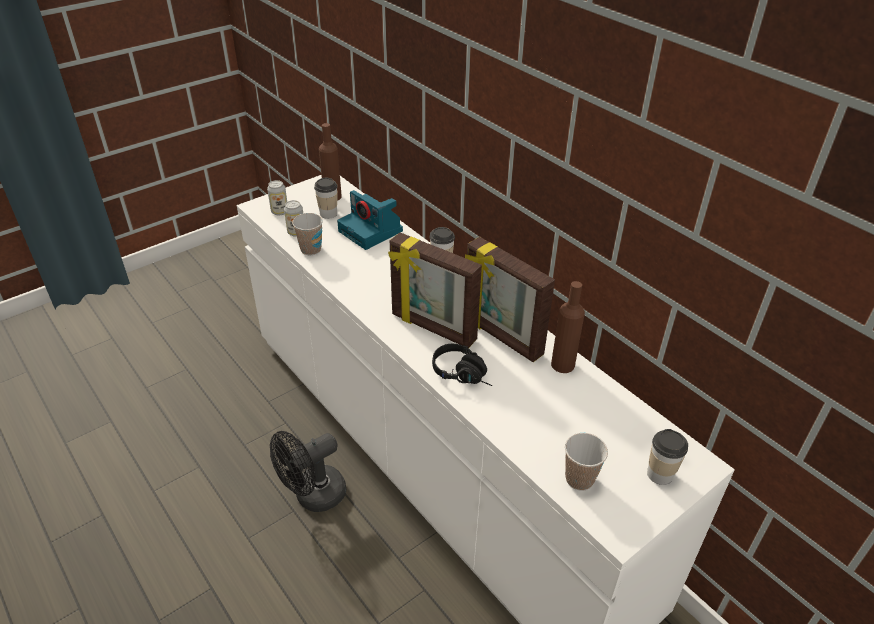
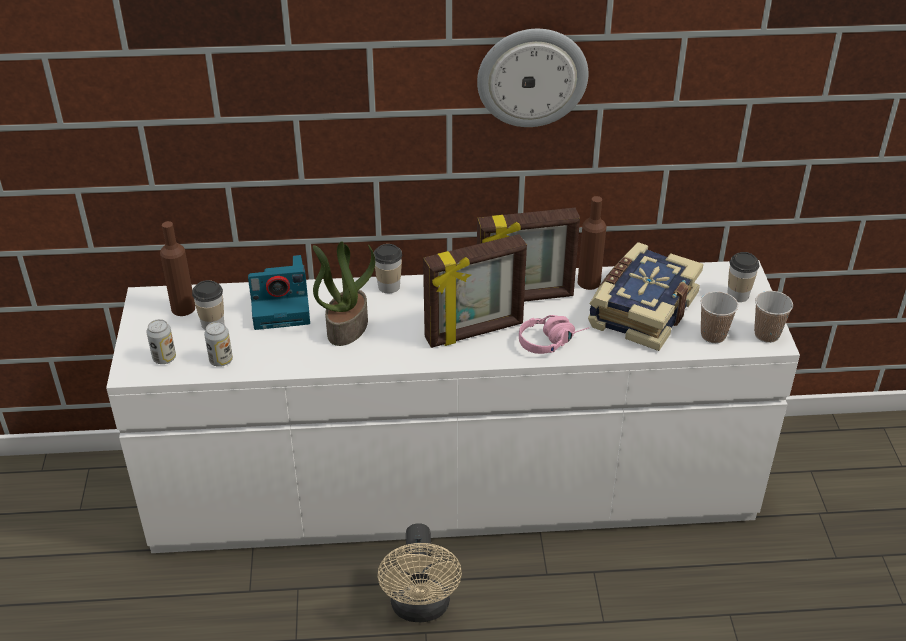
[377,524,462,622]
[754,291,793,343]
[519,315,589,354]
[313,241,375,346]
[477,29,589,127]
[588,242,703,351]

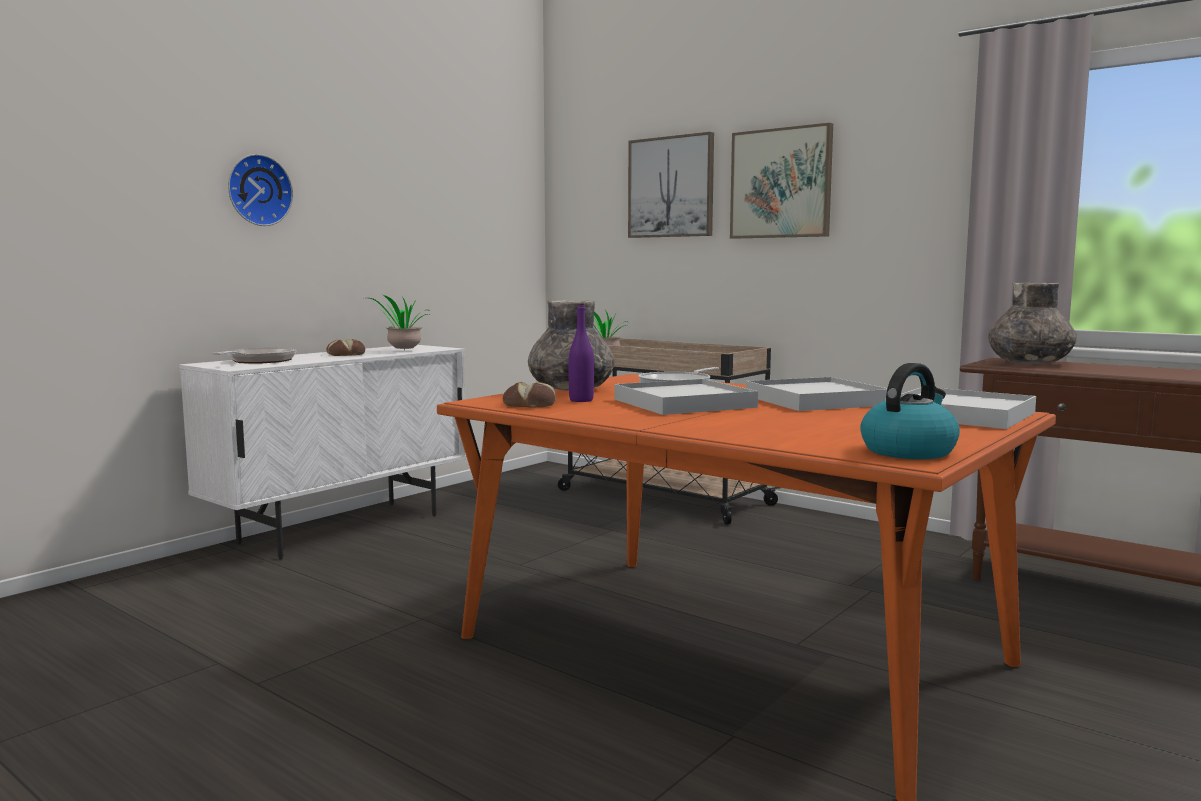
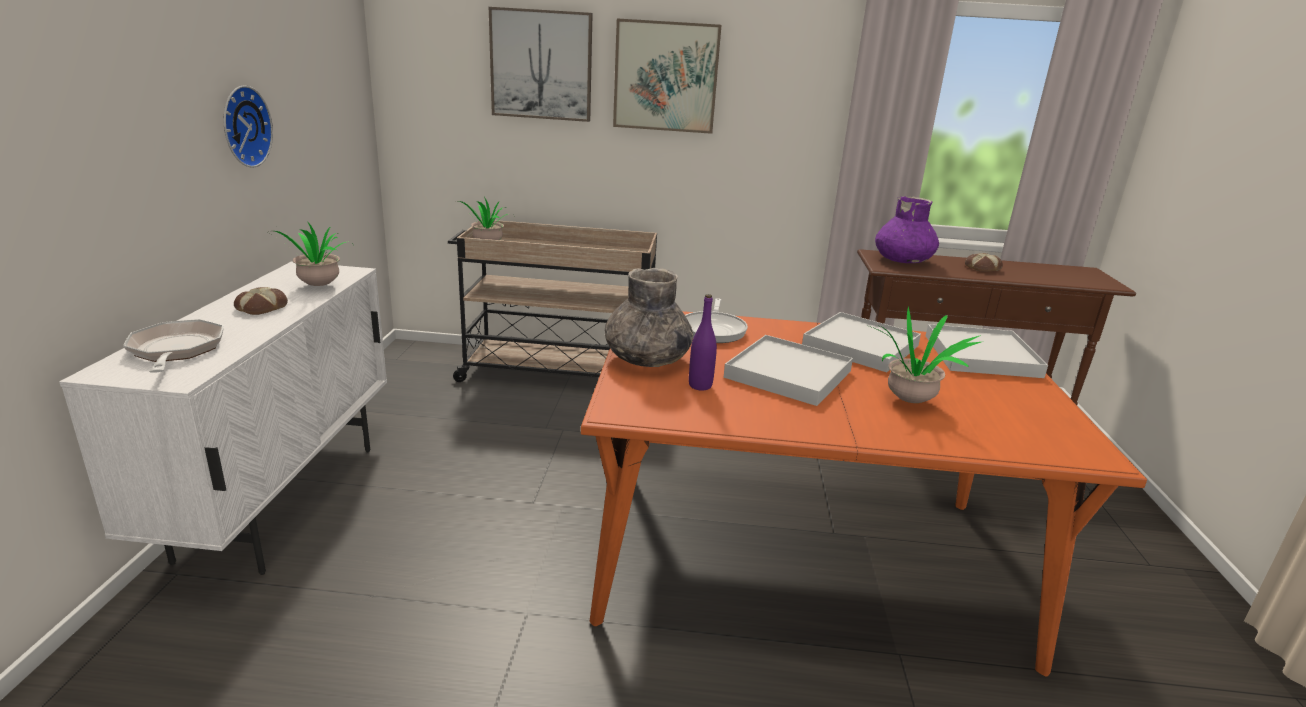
[224,85,273,168]
[965,253,1003,272]
[860,363,960,459] (first image)
[875,196,939,263]
[869,306,981,403]

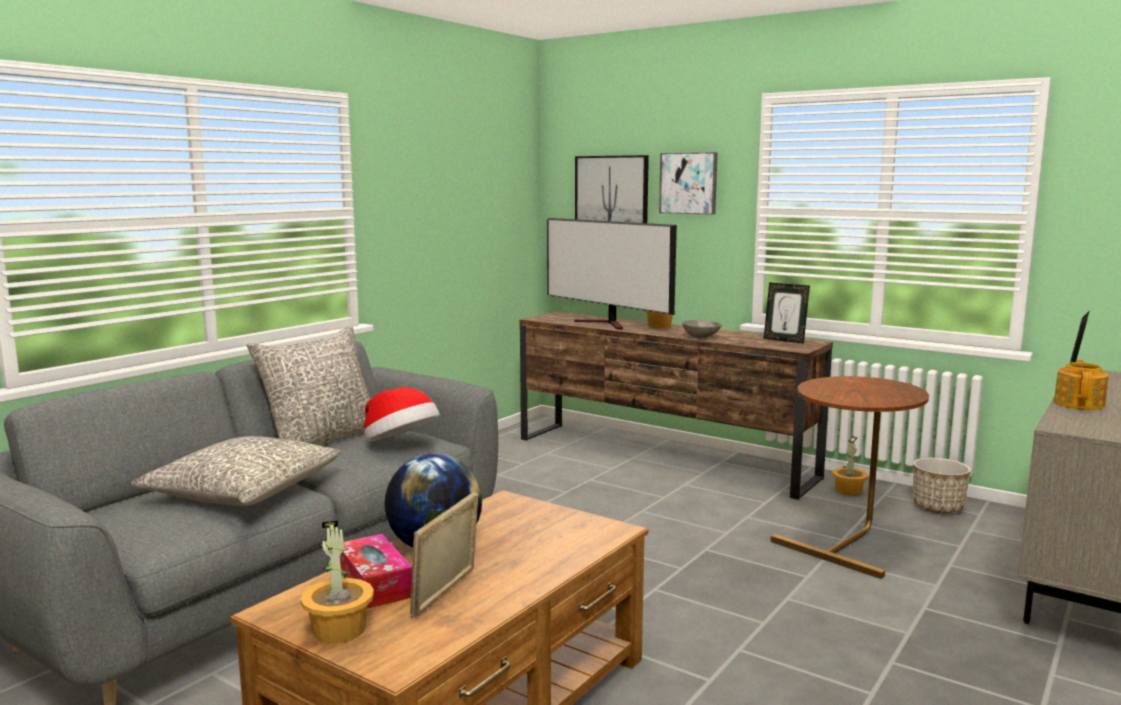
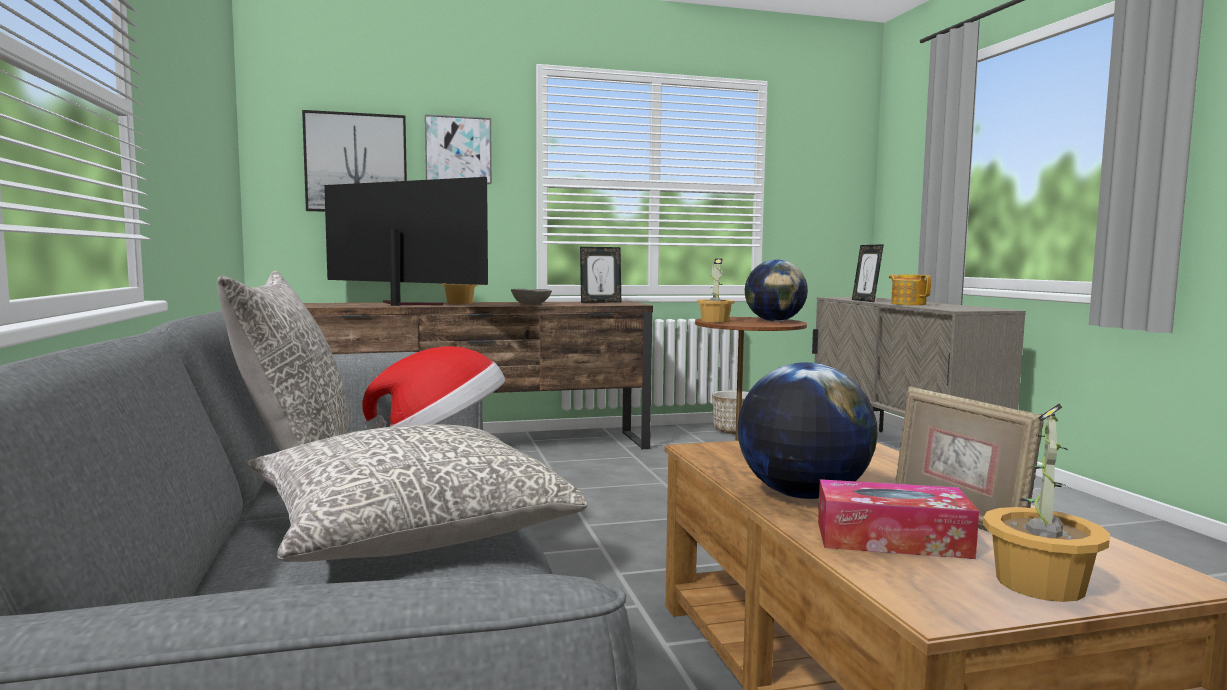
[324,177,488,306]
[697,258,735,322]
[745,259,808,321]

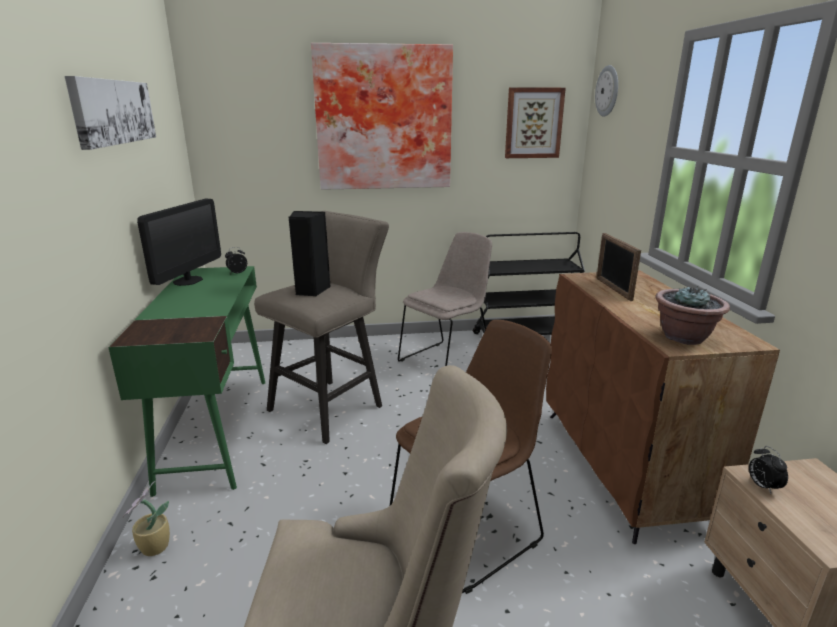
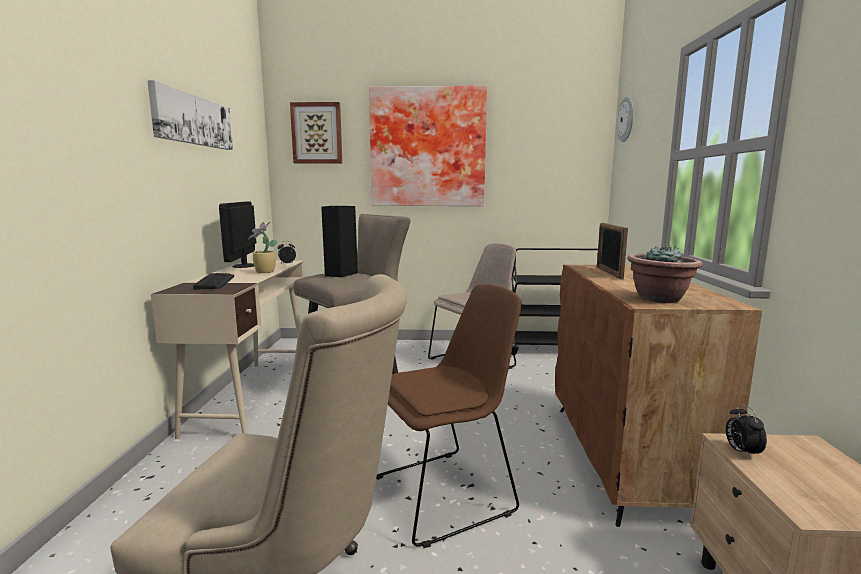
[151,260,305,439]
[248,221,278,273]
[219,201,256,268]
[290,102,342,164]
[193,273,234,290]

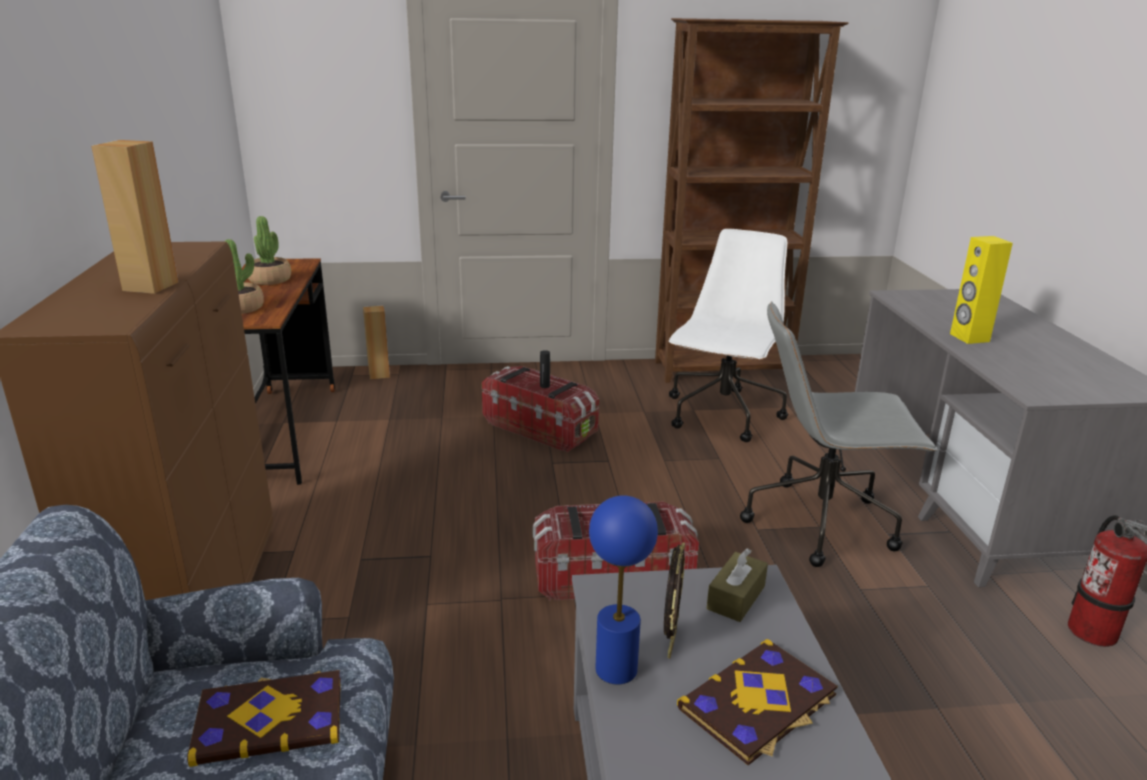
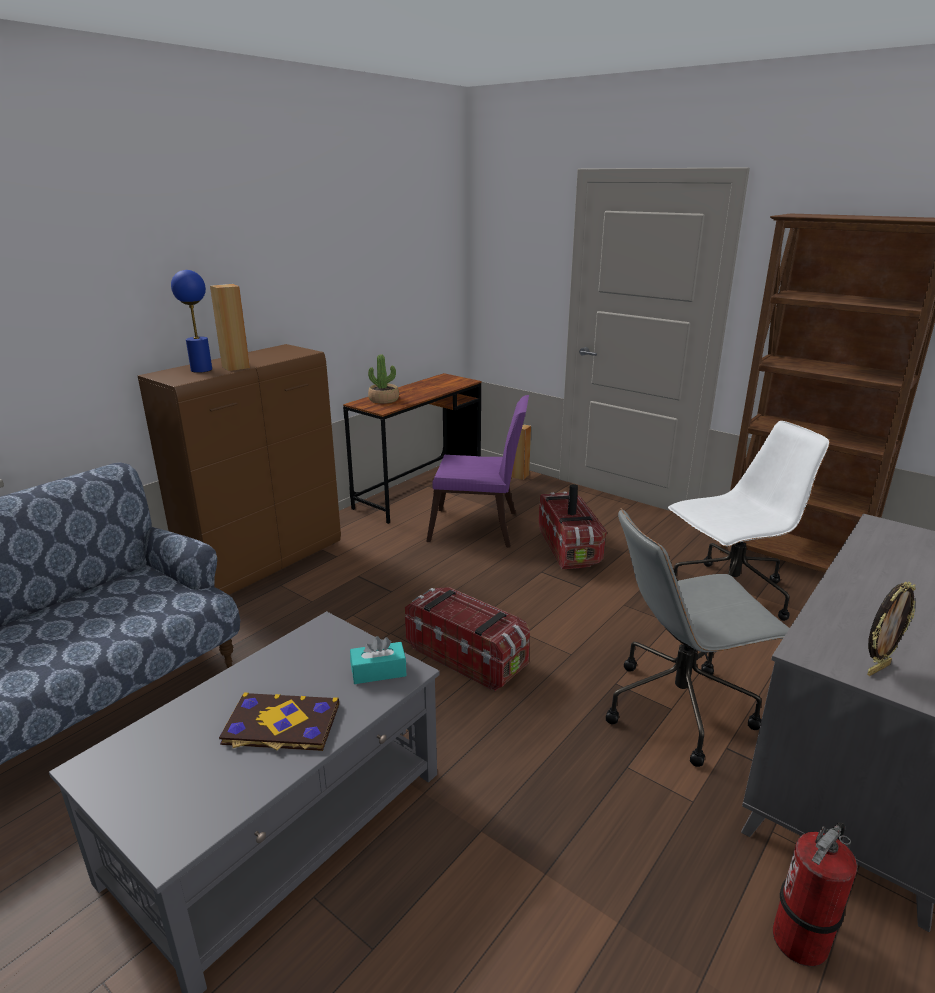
[187,670,341,767] (first image)
[248,216,291,285] (first image)
[171,270,212,373]
[867,582,916,676]
[350,636,407,684]
[606,508,790,767]
[950,236,1013,344] (first image)
[426,395,529,548]

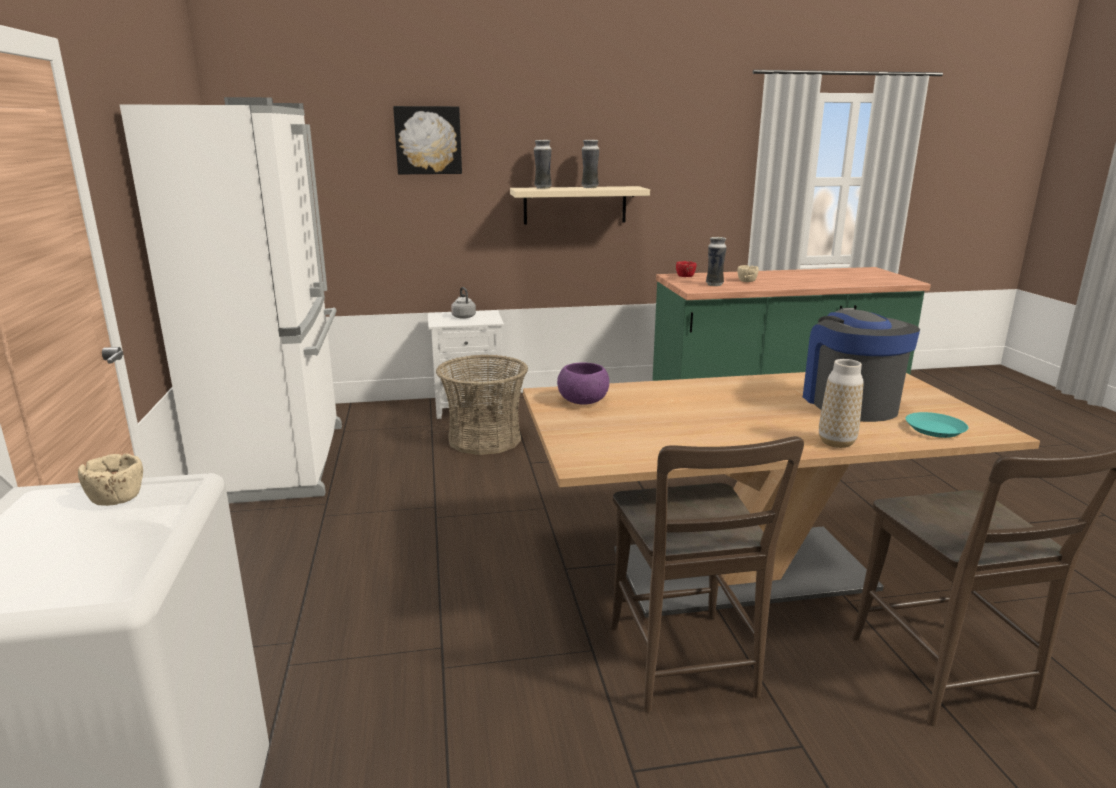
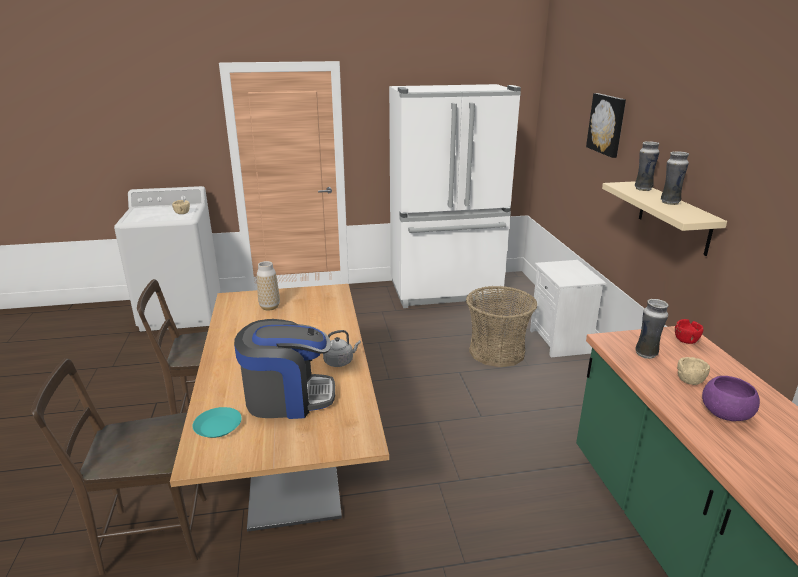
[323,330,361,367]
[702,376,760,421]
[257,261,280,311]

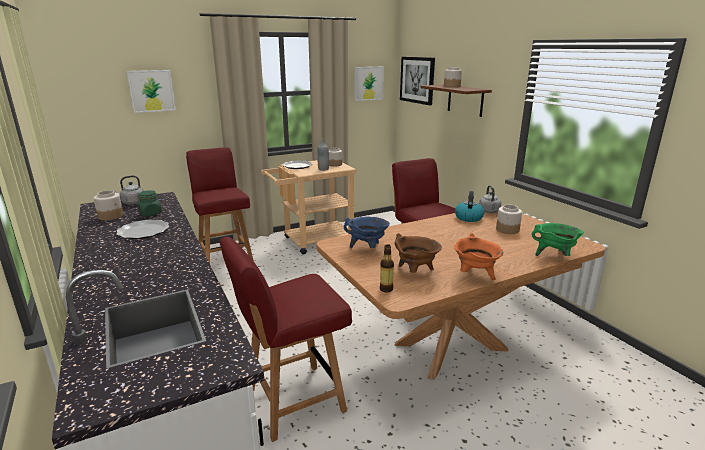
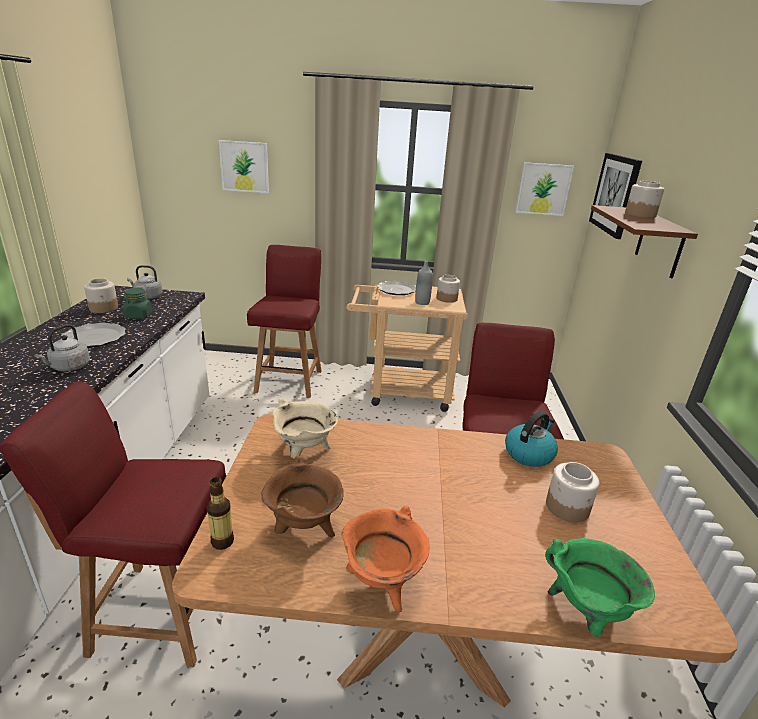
[272,398,338,458]
[35,324,90,371]

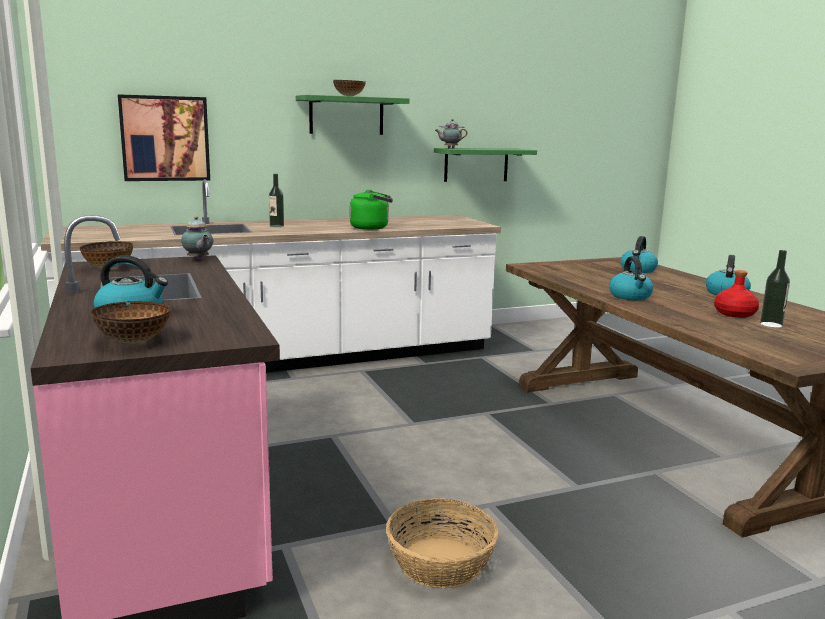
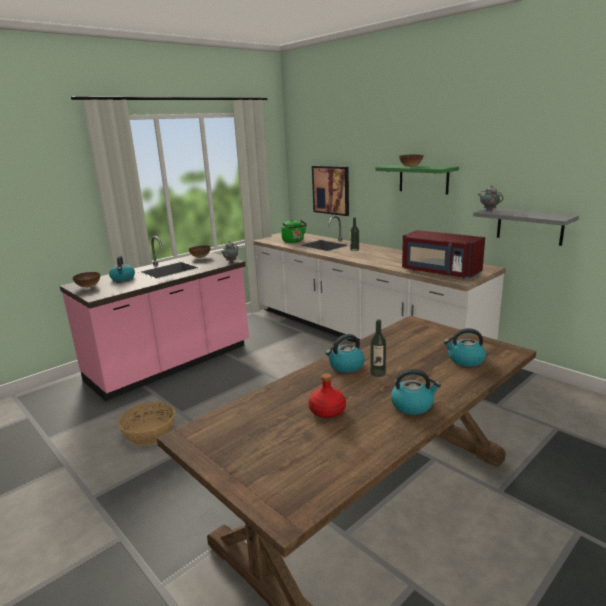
[281,220,307,243]
[473,208,579,246]
[370,319,387,377]
[402,230,485,279]

